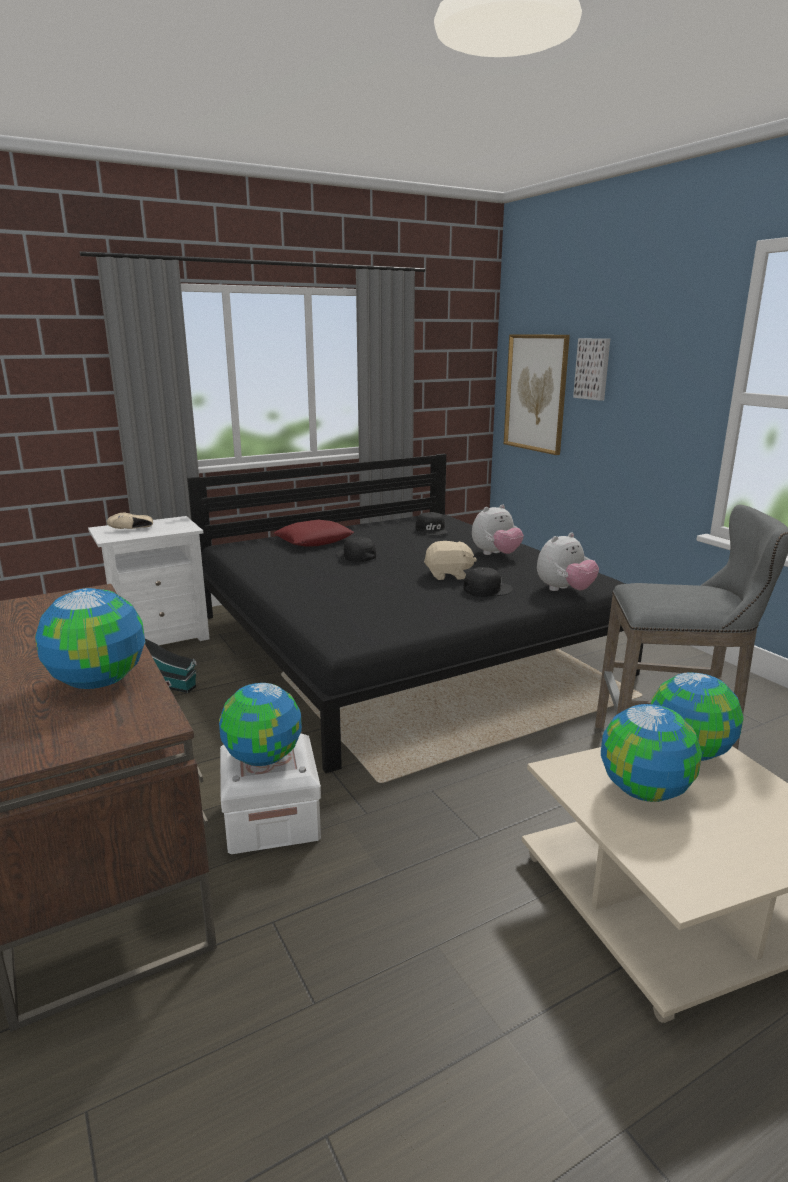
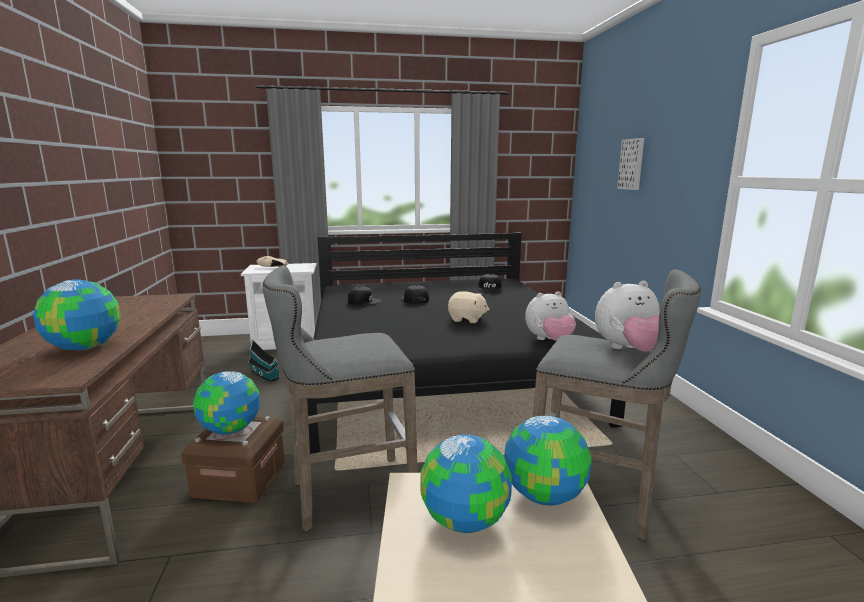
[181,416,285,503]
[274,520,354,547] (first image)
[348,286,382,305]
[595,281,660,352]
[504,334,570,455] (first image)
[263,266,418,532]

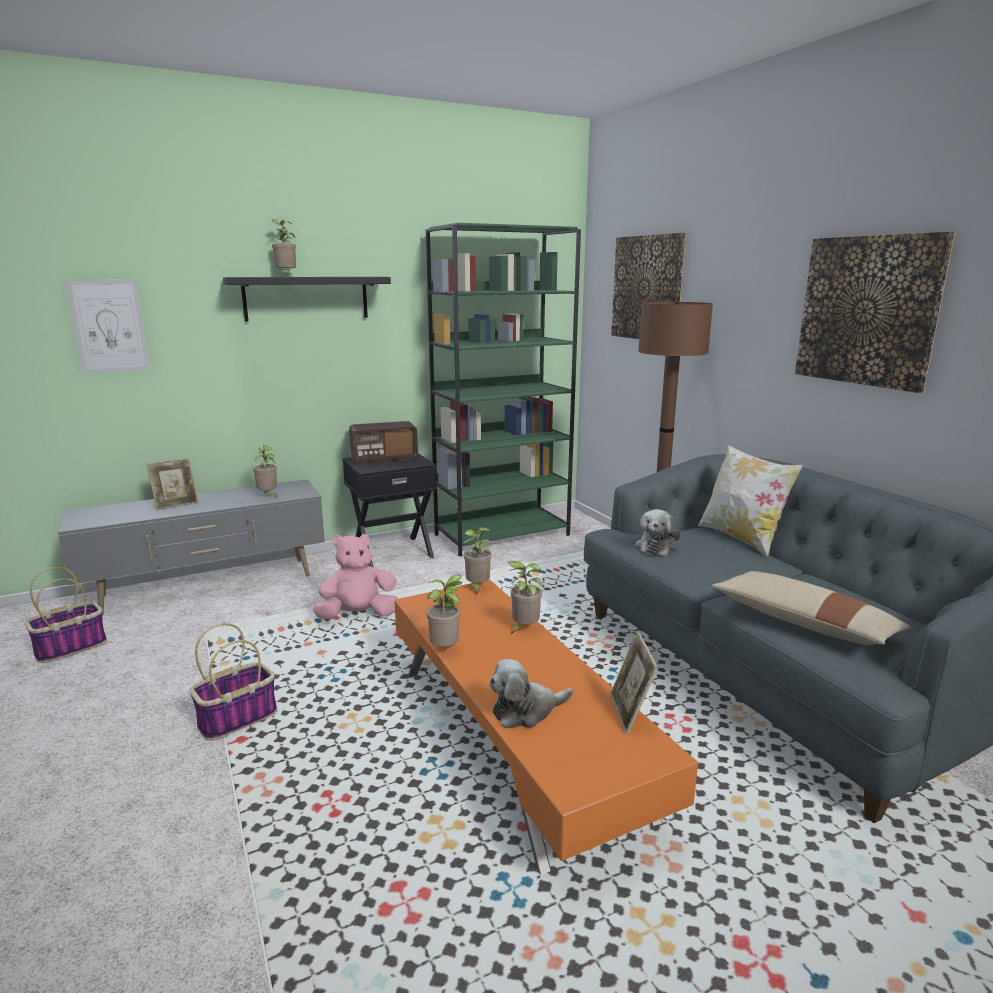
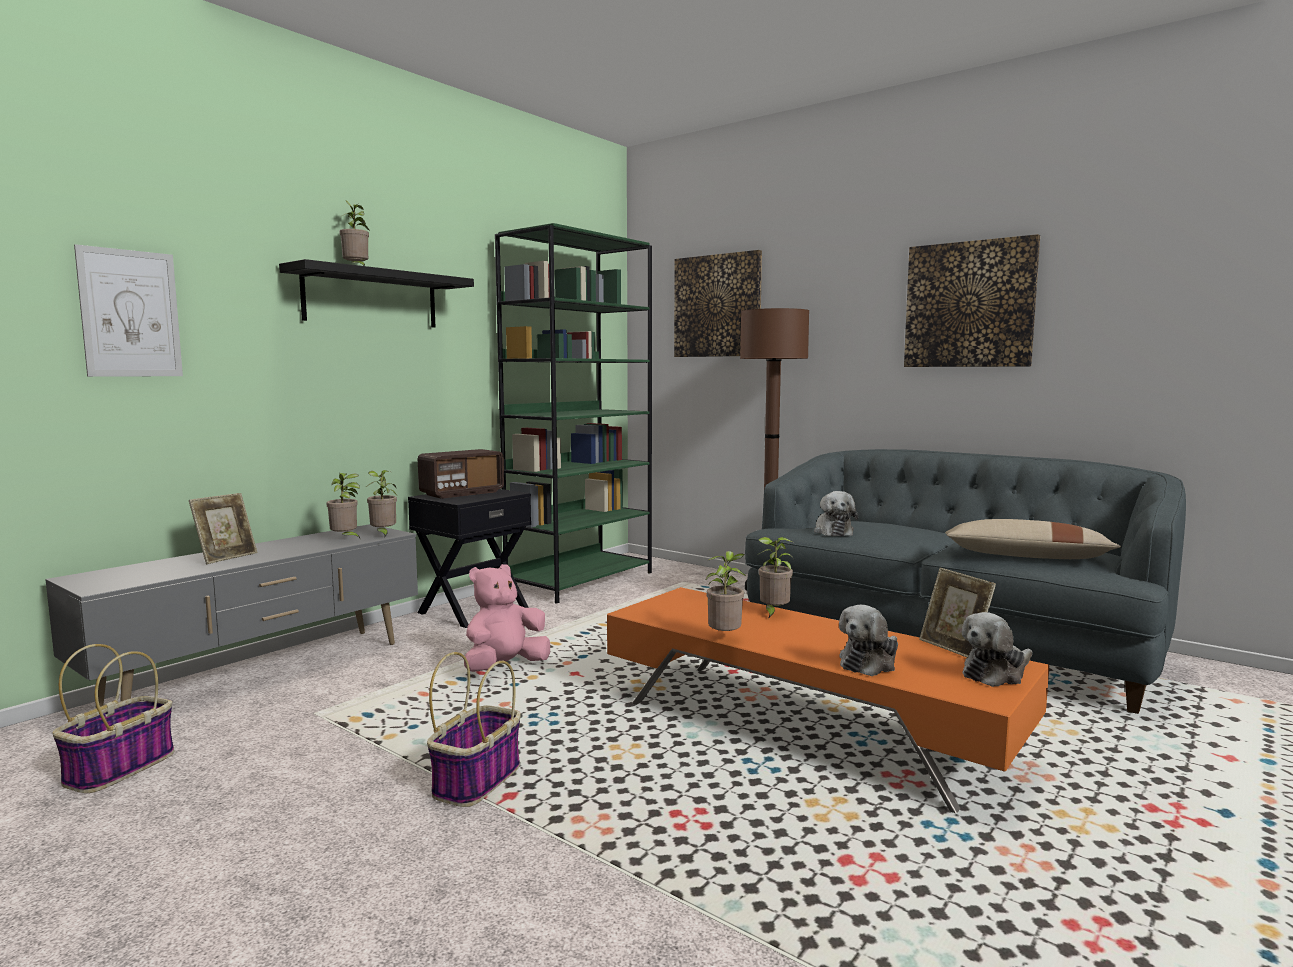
[366,470,397,537]
[698,445,804,557] (first image)
[962,612,1032,687]

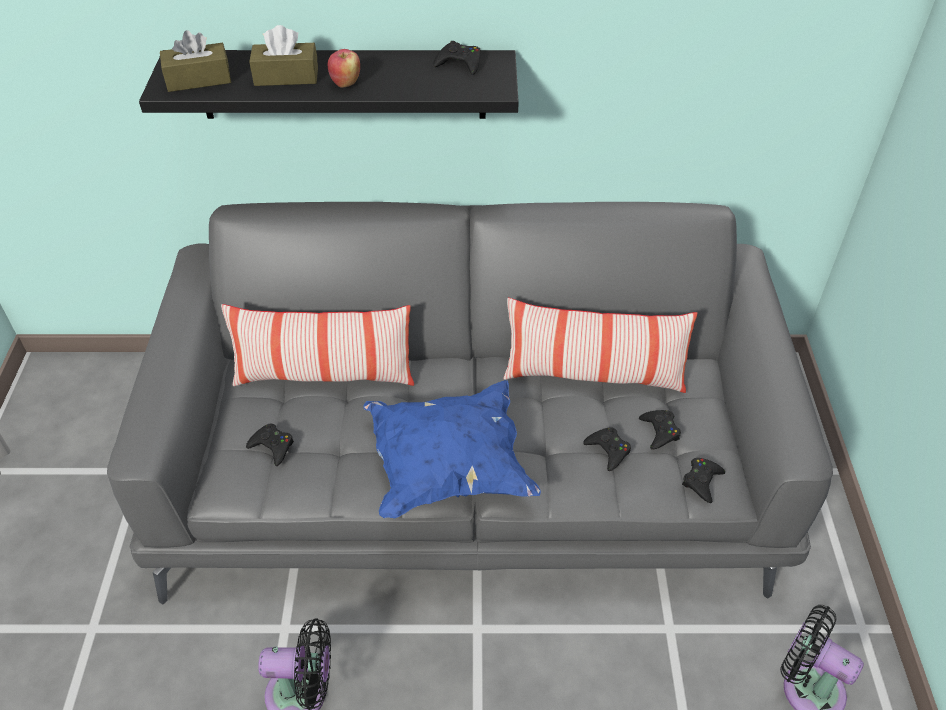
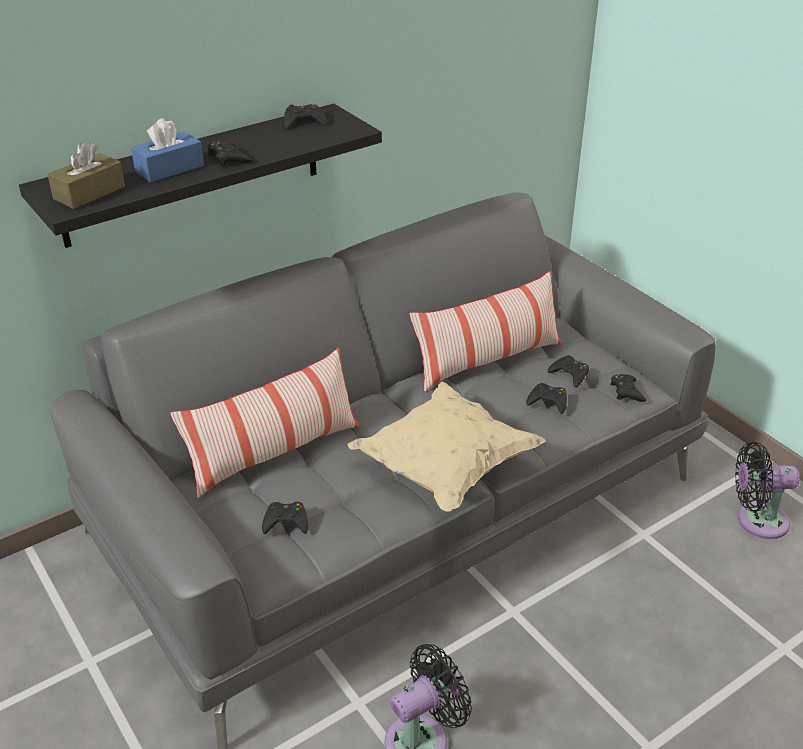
[131,118,204,183]
[207,140,253,166]
[348,382,546,512]

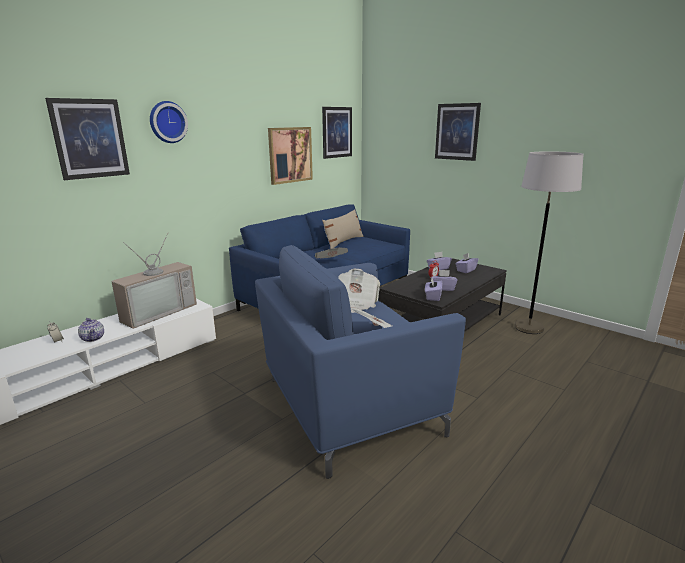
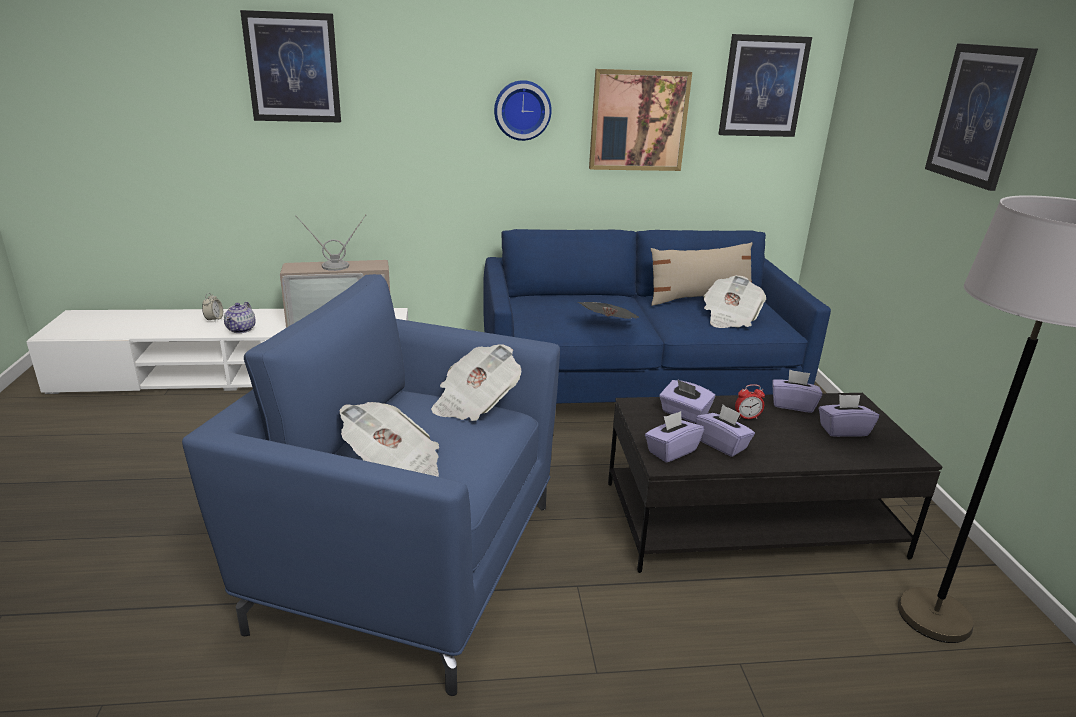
[494,80,552,141]
[659,379,715,423]
[703,275,766,328]

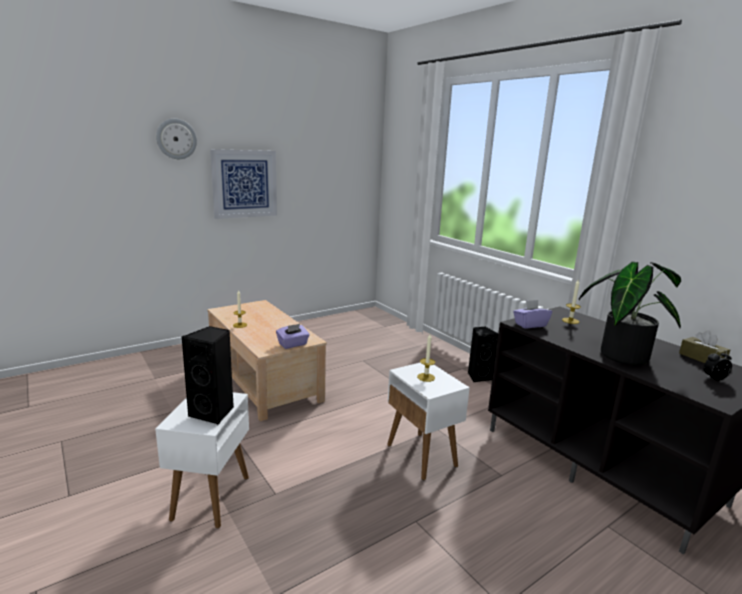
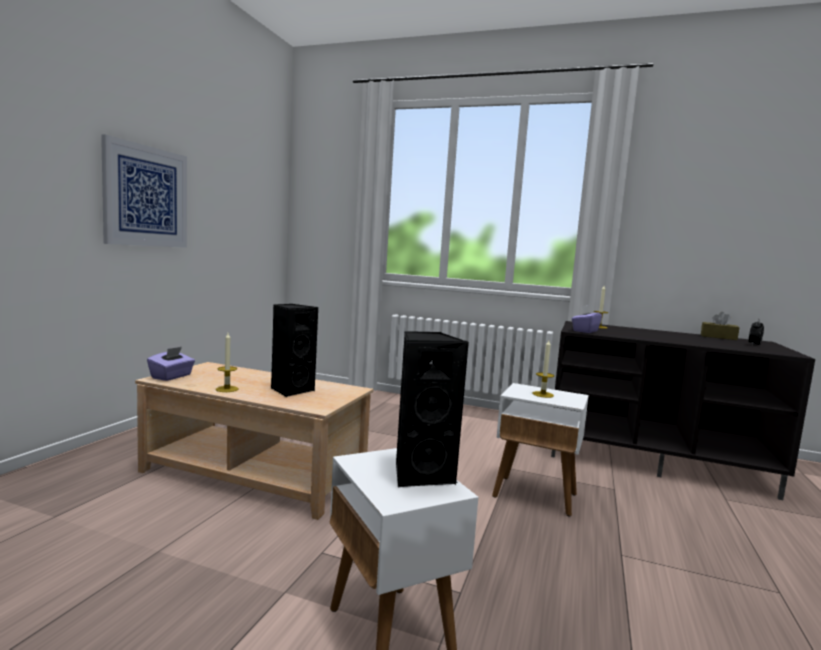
[156,119,197,159] (first image)
[147,347,195,381]
[271,304,318,397]
[579,261,681,365] (first image)

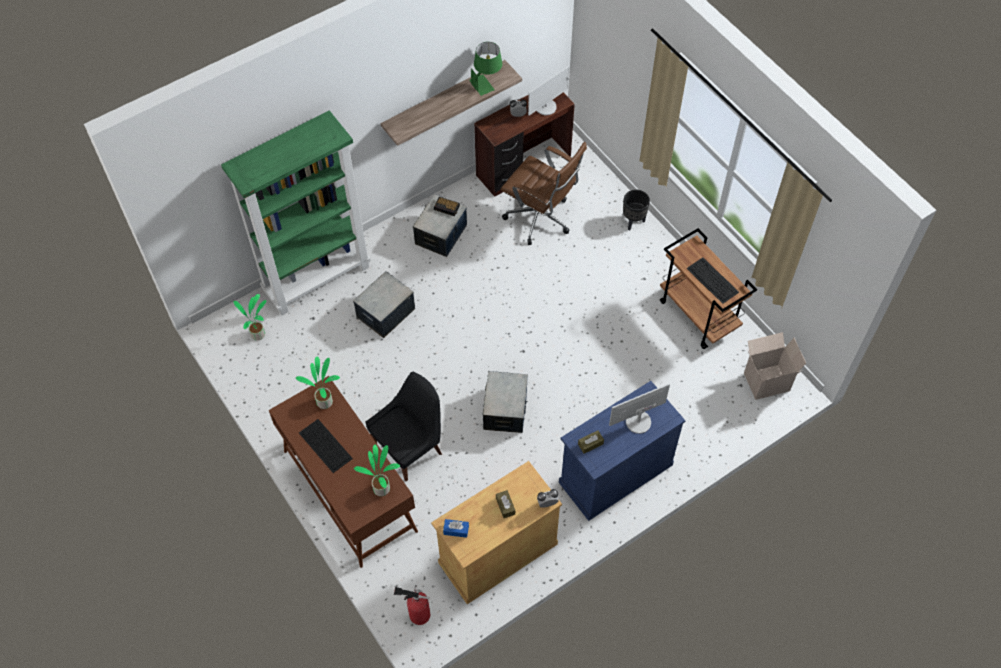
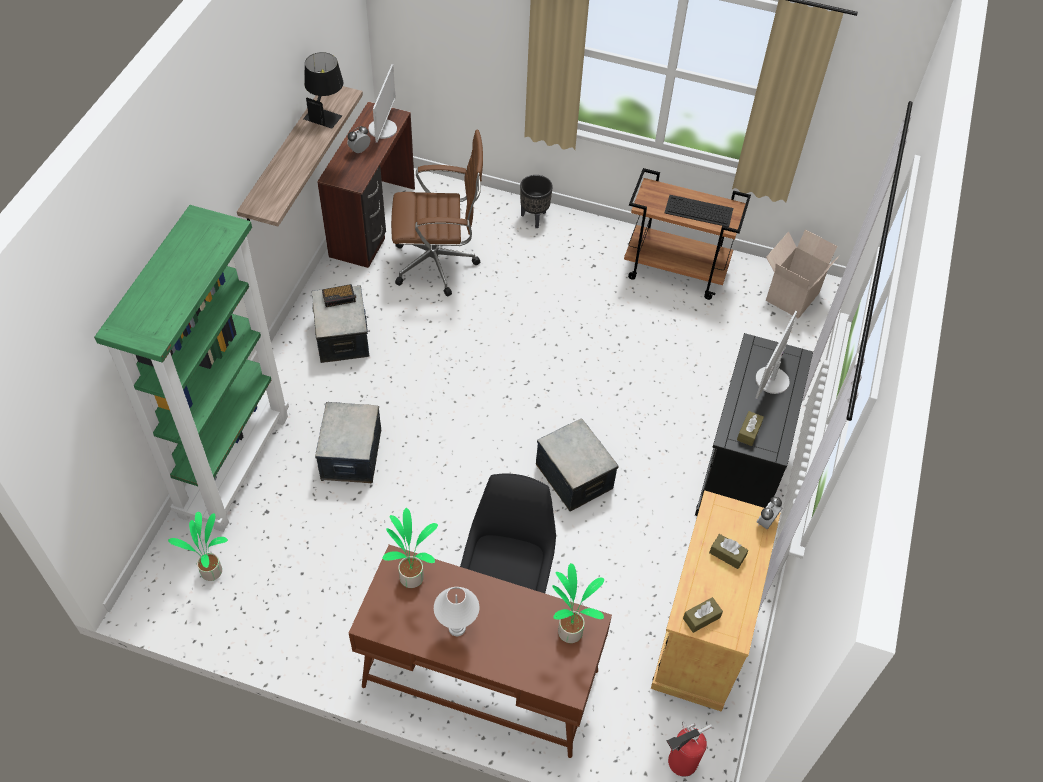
[434,587,479,636]
[683,597,723,633]
[303,52,343,128]
[695,333,813,516]

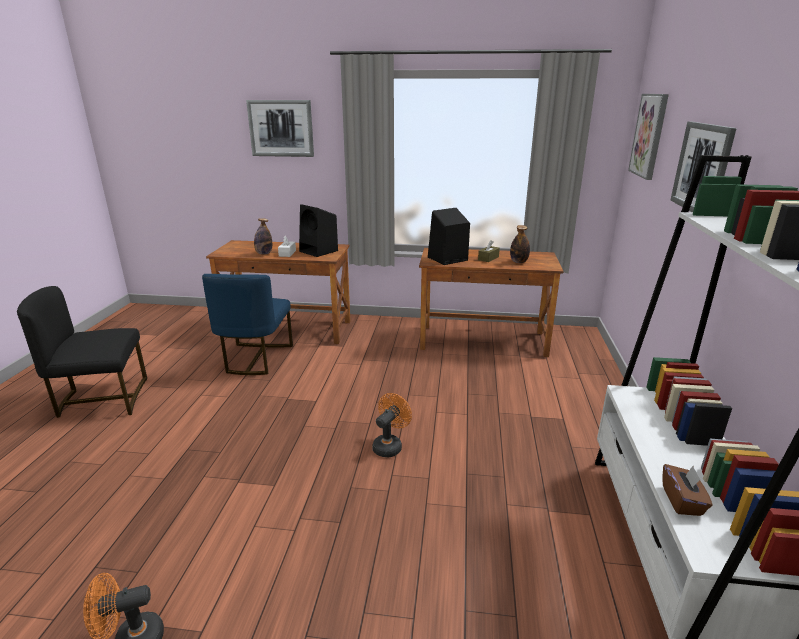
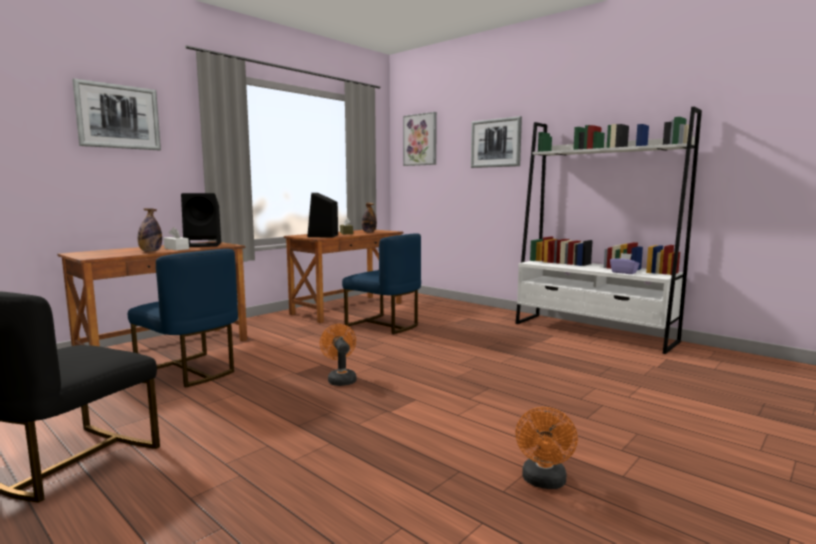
[320,324,357,386]
[610,253,640,274]
[342,233,421,334]

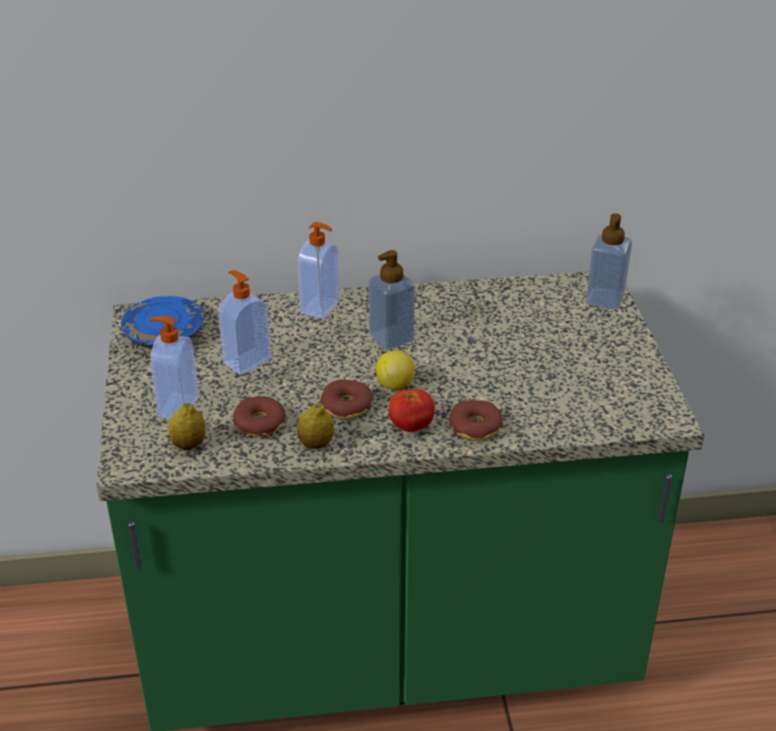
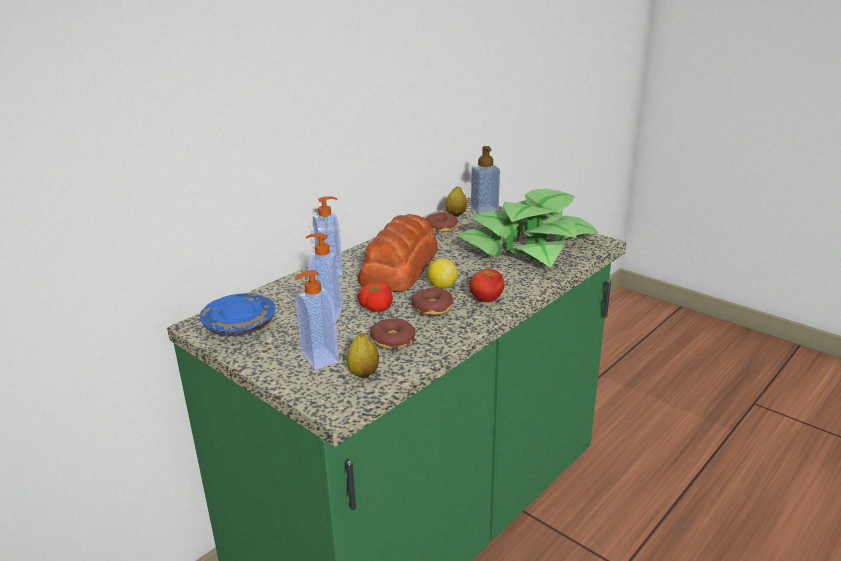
[446,186,467,217]
[358,214,438,292]
[425,212,458,233]
[358,282,393,312]
[456,189,599,268]

